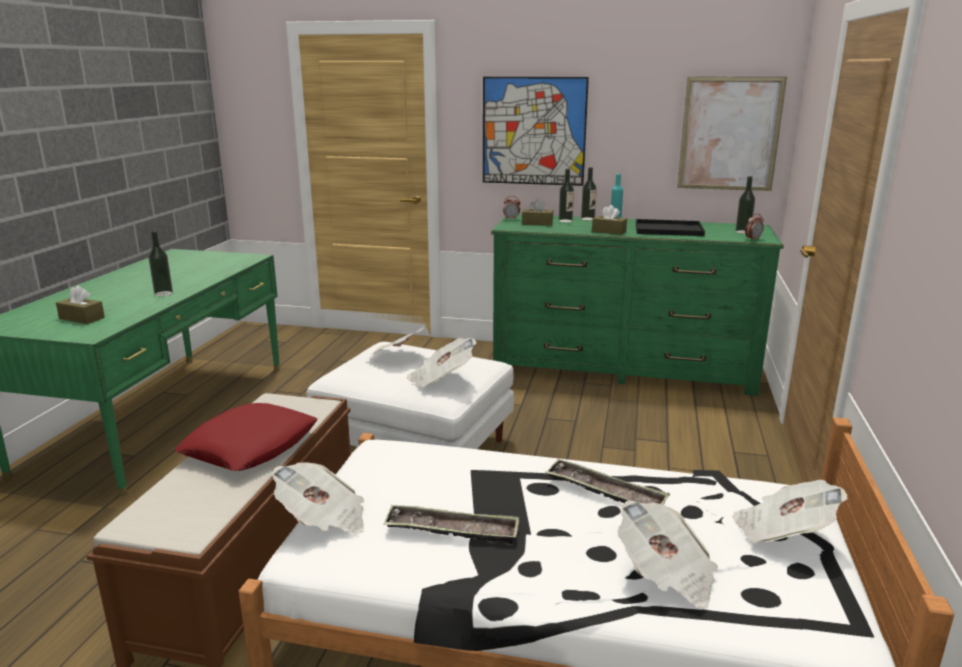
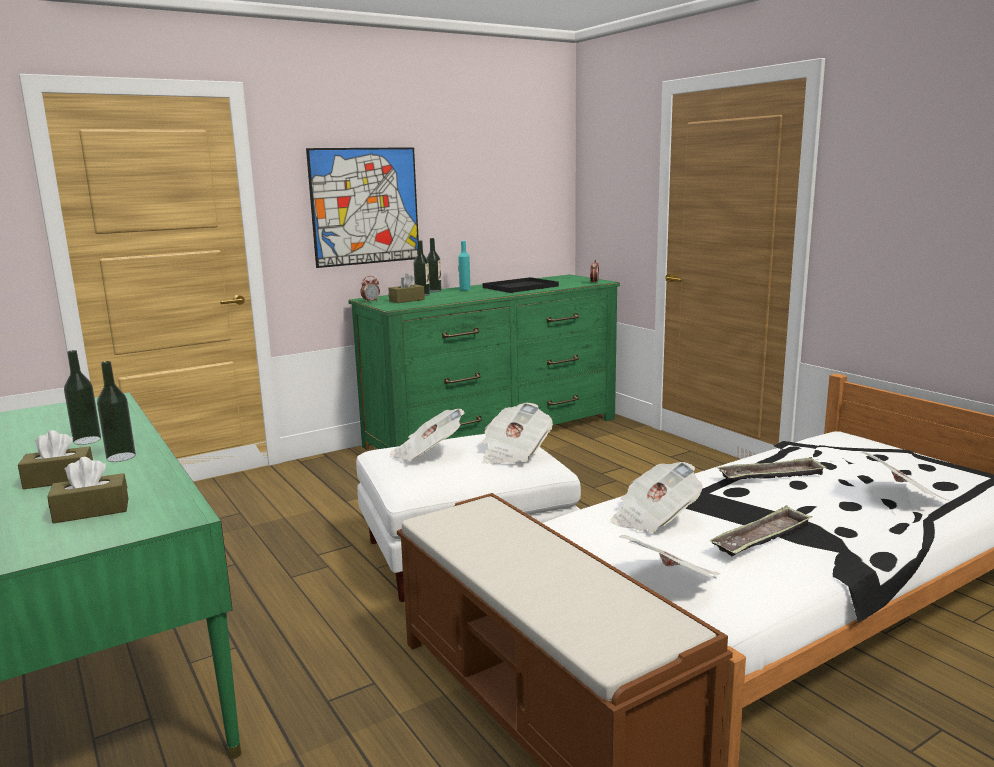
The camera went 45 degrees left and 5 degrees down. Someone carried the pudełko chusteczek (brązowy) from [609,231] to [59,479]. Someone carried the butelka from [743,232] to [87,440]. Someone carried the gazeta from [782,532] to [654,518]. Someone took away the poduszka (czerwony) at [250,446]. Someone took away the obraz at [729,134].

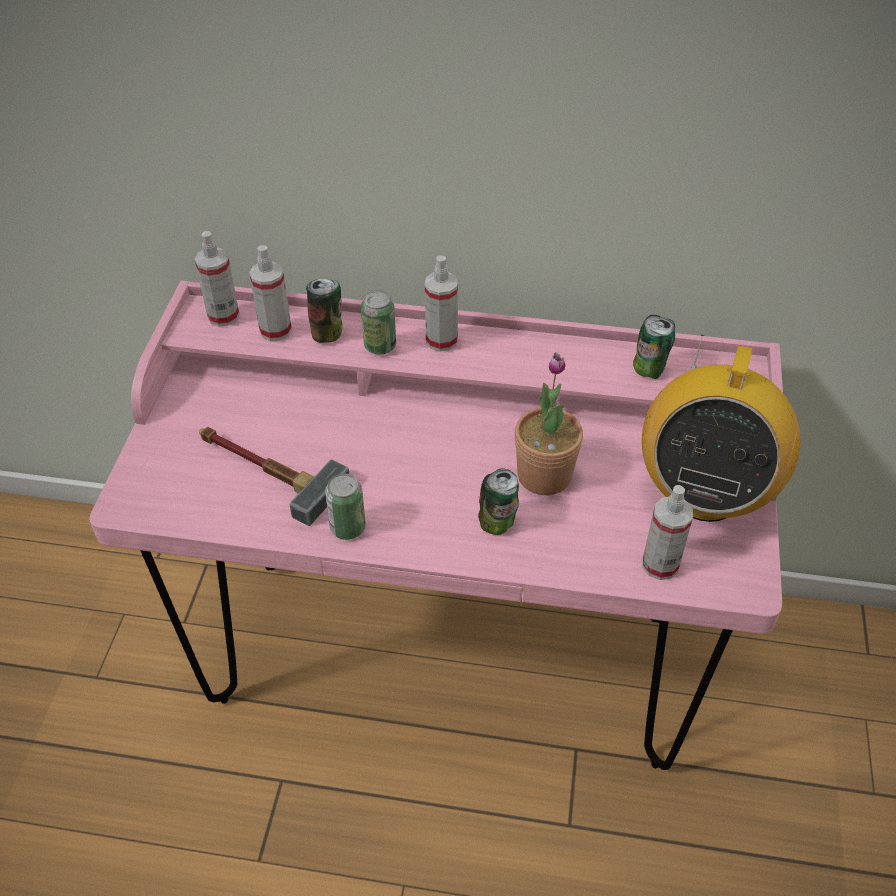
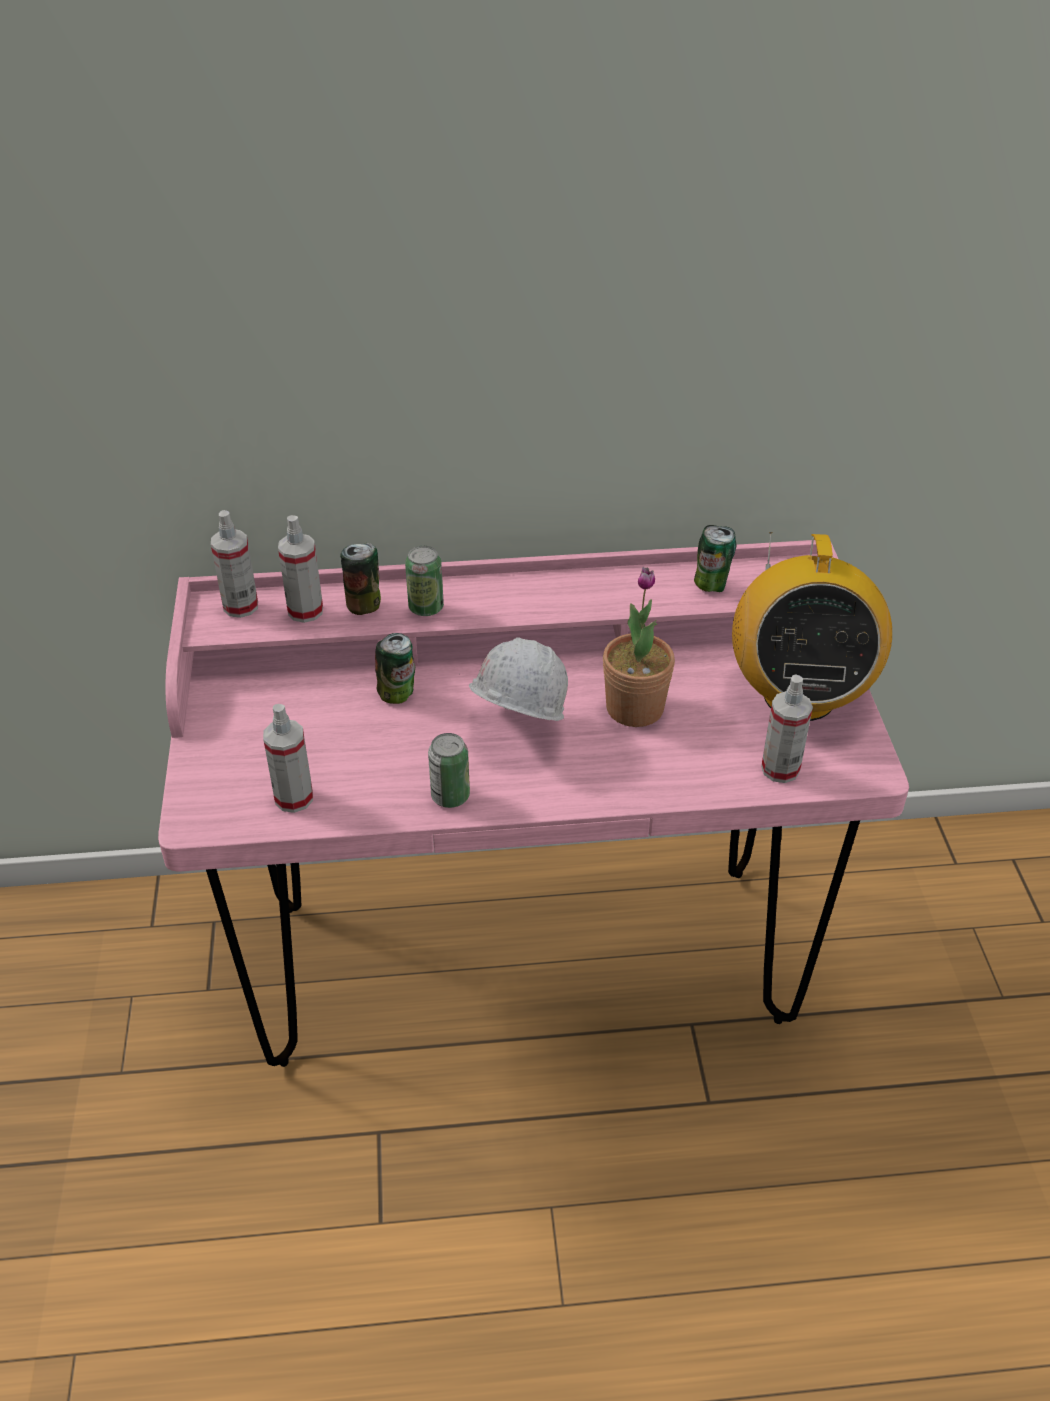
The camera went 15 degrees left and 5 degrees down. Someone carried the spryskiwacz from [441,340] to [294,798]. Someone carried the puszka from [498,524] to [398,694]. Someone put down the kask (biały) at [515,732]. Someone took away the młotek at [264,470].

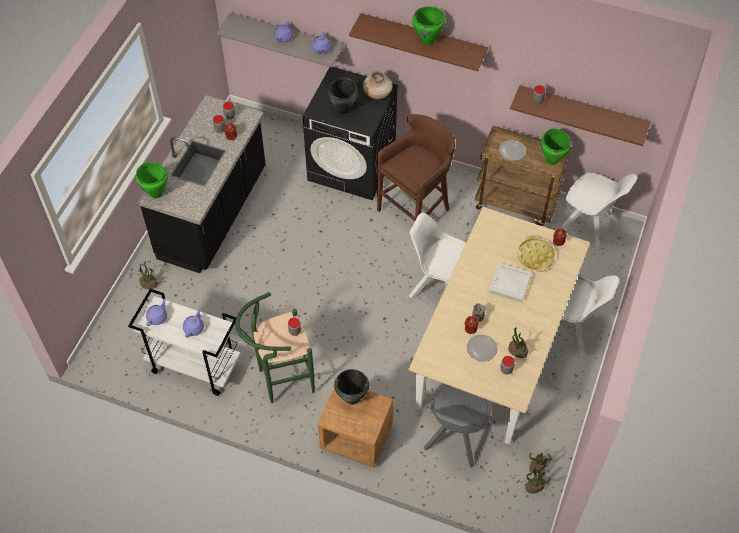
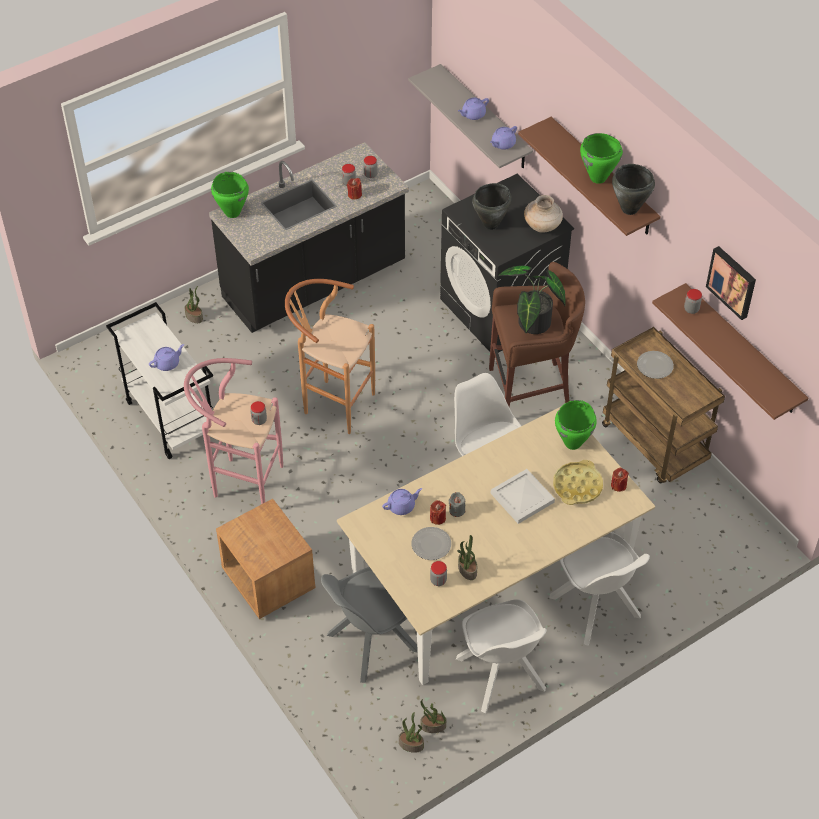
The camera went 35 degrees right and 5 degrees down. Someone repainted the stołek (zielony) at [280,381], which became the stołek (różowy) at [241,481]. Someone put down the stołek (brązowy) at [332,403]. Someone carried the imbryk (fioletowy) from [157,317] to [402,506]. Someone carried the krzesło (biały) from [588,227] to [501,676]. Someone put down the roślina doniczkowa at [531,325]. Someone carried the garnek (zielony) from [552,160] to [573,443]. Someone carried the garnek (czarny) from [352,399] to [629,209]. Someone put up the obraz at [732,281].

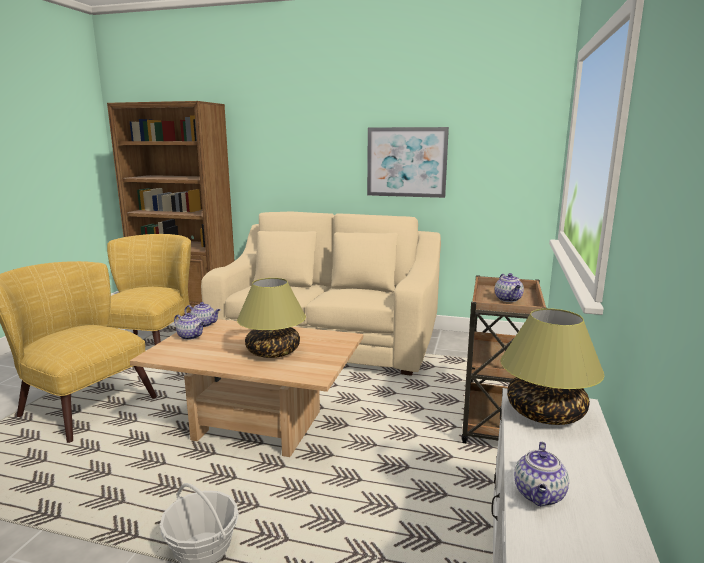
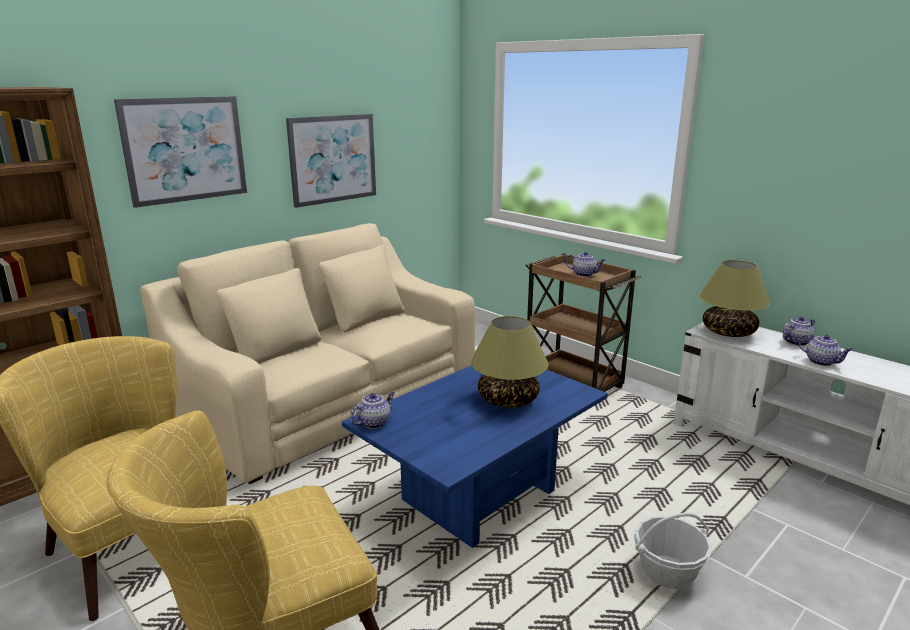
The camera went 60 degrees left and 5 degrees up. Someone put up the obraz at [185,149]. Someone repainted the ława (beżowy) at [258,426], which became the ława (niebieski) at [478,496]. Someone carried the imbryk from [191,336] to [796,342].

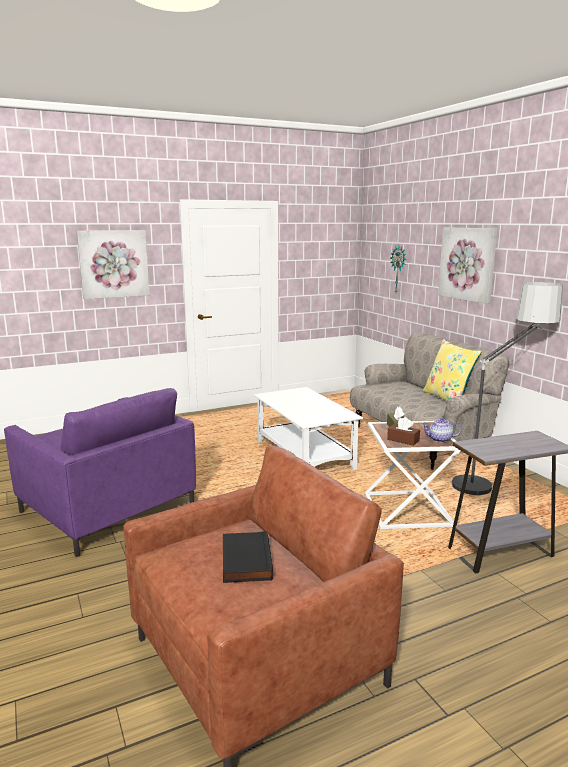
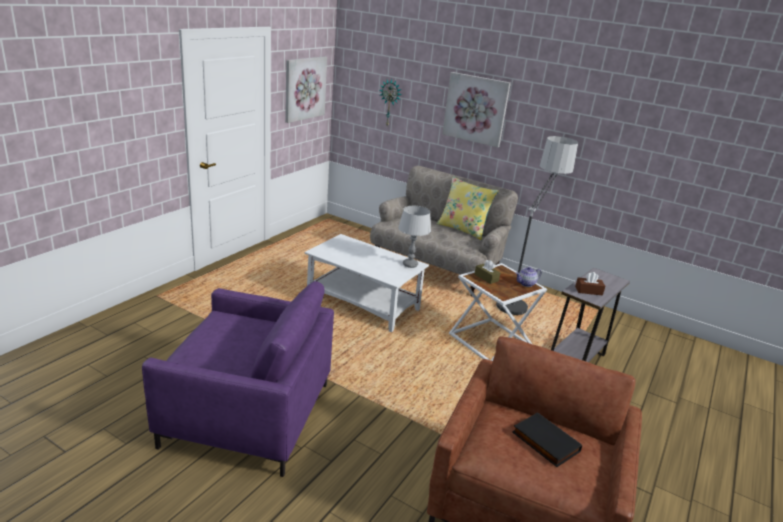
The camera went 35 degrees left and 10 degrees up. Someone carried the obraz from [114,264] to [304,88]. Someone put down the lampa stołowa (szary) at [410,264]. Someone carried the pudełko chusteczek (brązowy) from [403,440] to [588,291].

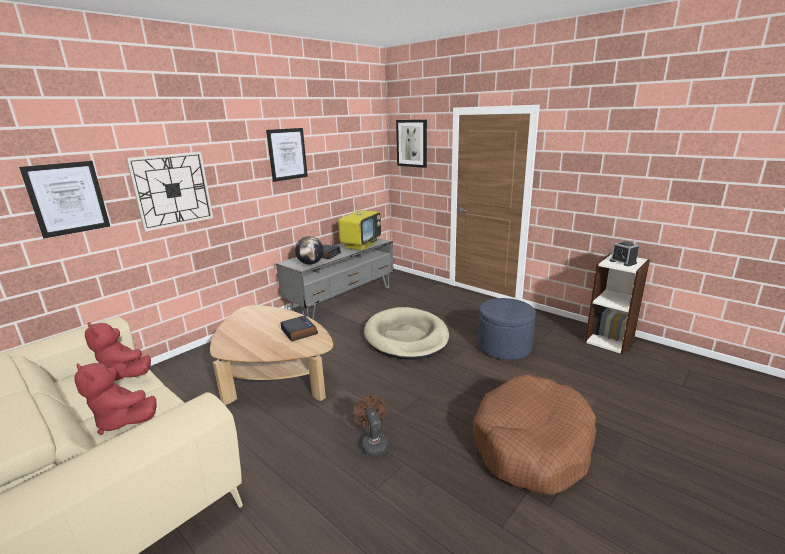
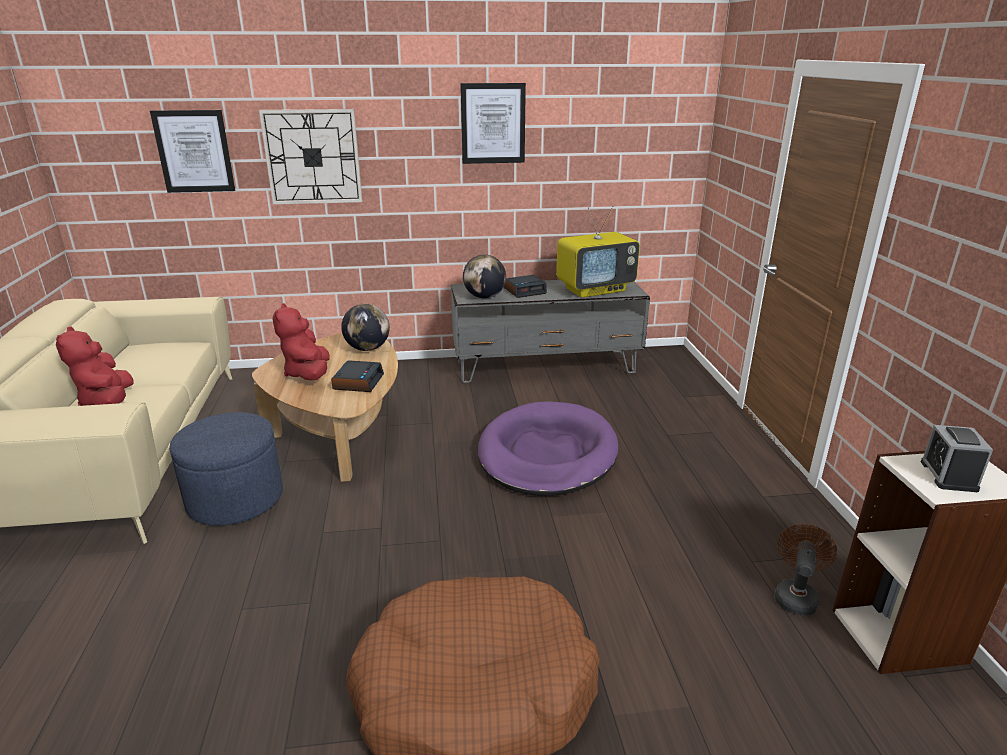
The camera went 40 degrees right and 5 degrees up. Someone carried the pufa (niebieski) from [504,347] to [235,499]. Someone carried the pluszak (czerwony) from [125,374] to [308,374]. Someone put down the globus at [367,348]. Someone repainted the legowisko (beżowy) at [406,337], which became the legowisko (fioletowy) at [547,454]. Someone carried the wentylator (brązowy) from [373,443] to [795,595]. Someone took away the obraz at [412,143].

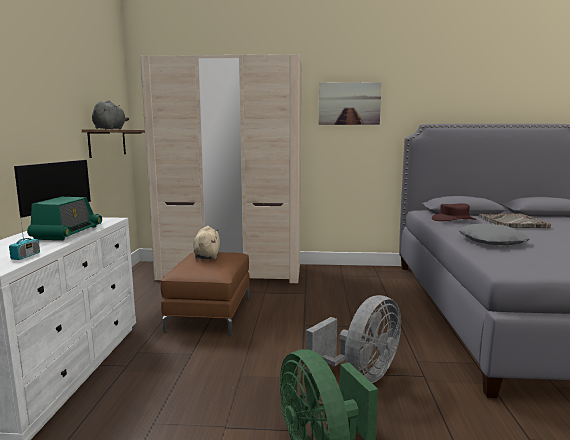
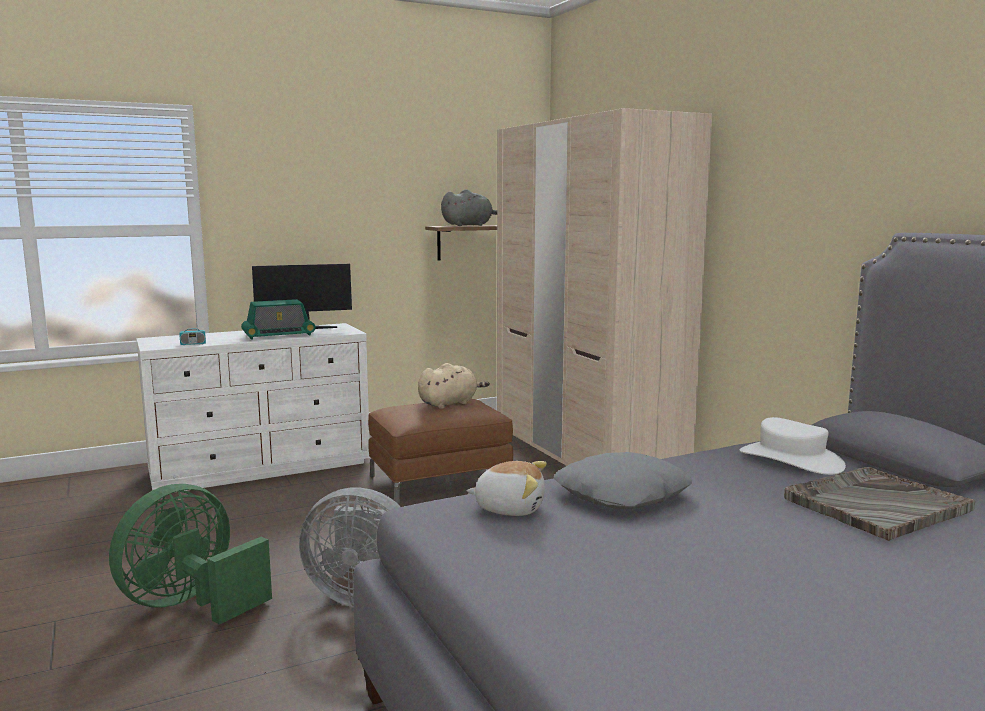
The camera went 60 degrees right and 0 degrees up. Someone put down the pluszak at [510,508]. Someone repainted the kapelusz (brązowy) at [453,219], which became the kapelusz (biały) at [791,459]. Someone took away the obraz at [349,103].

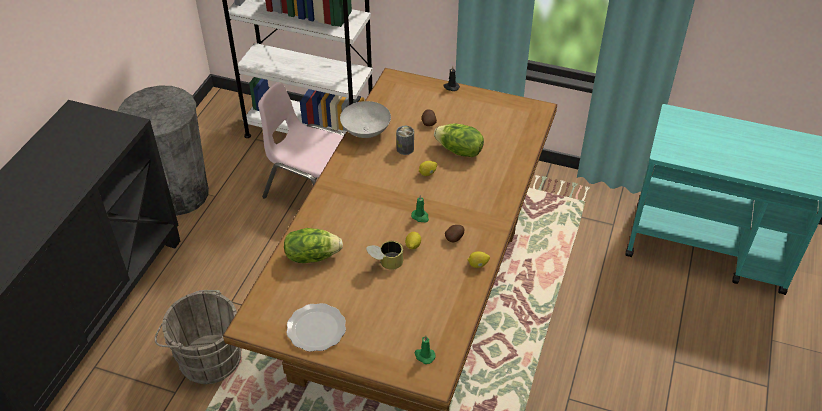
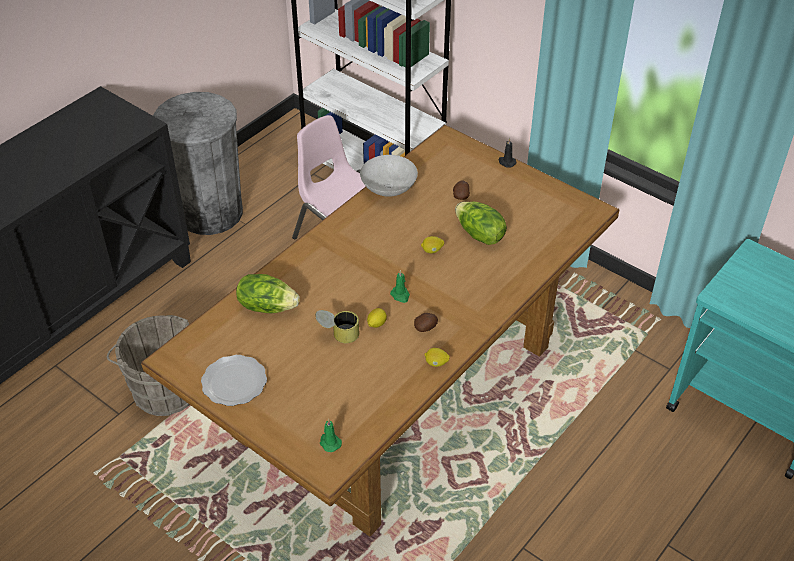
The camera went 20 degrees right and 0 degrees up. Someone took away the puszka at [405,149].

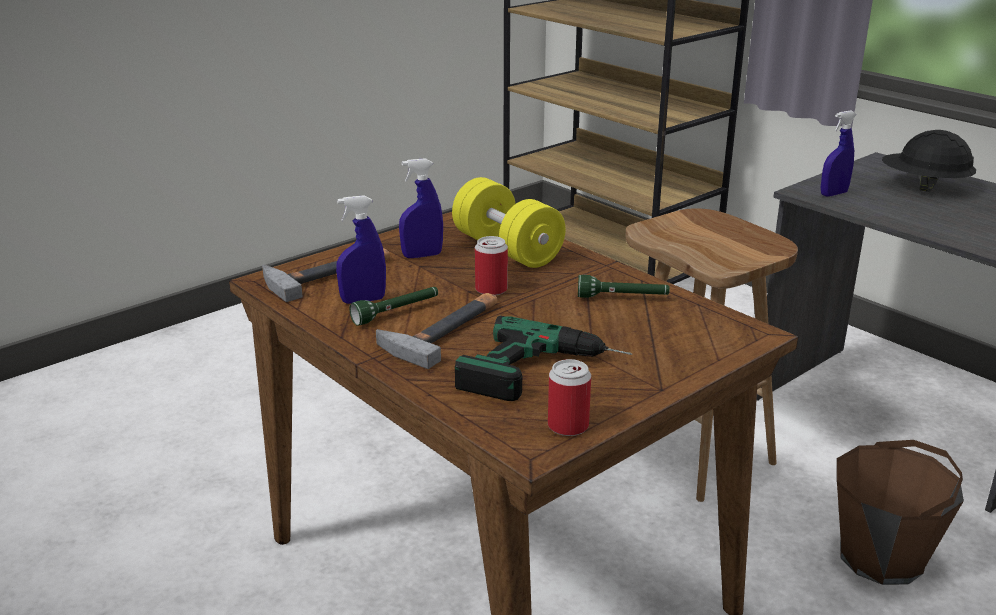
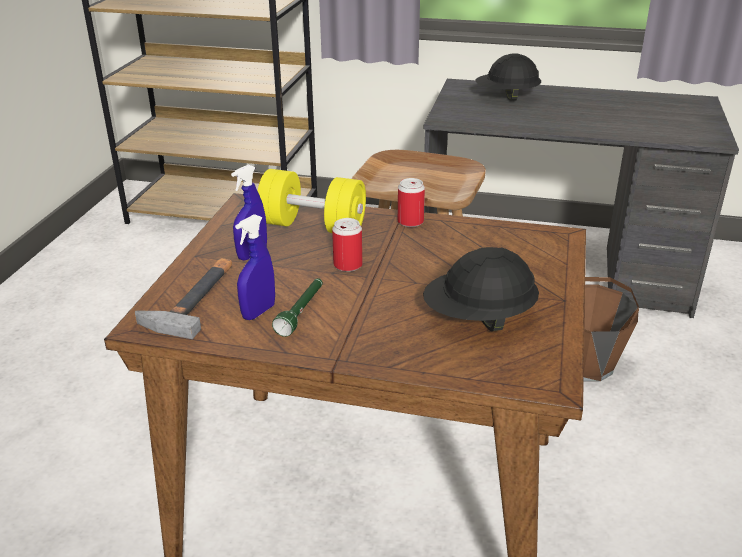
The camera went 35 degrees left and 5 degrees up. Someone carried the puszka from [568,426] to [410,222]. Someone swapped the wiertarka at [546,373] for the kask (czarny) at [479,319]. Someone took away the młotek at [445,329]. Someone took away the latarka (zielony) at [622,298]. Someone took away the spryskiwacz (niebieski) at [833,194].

